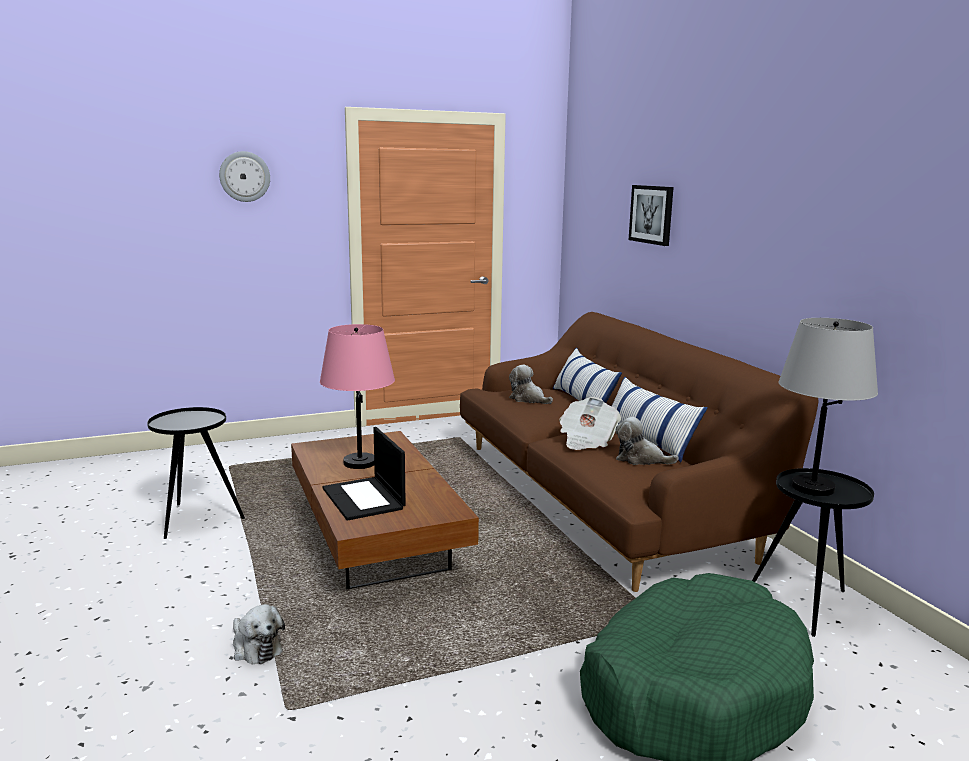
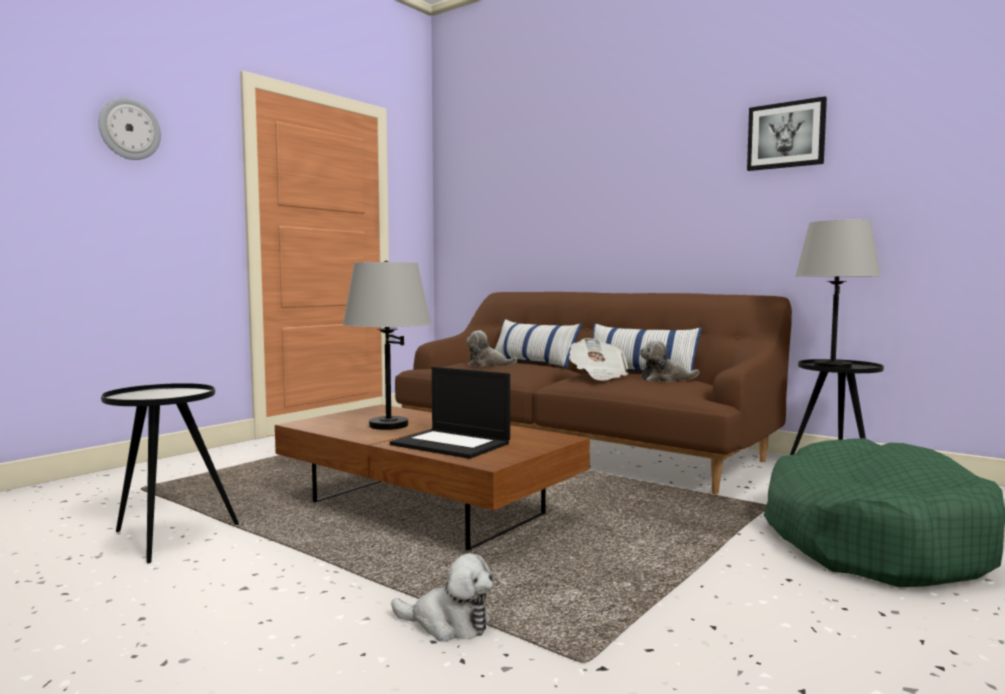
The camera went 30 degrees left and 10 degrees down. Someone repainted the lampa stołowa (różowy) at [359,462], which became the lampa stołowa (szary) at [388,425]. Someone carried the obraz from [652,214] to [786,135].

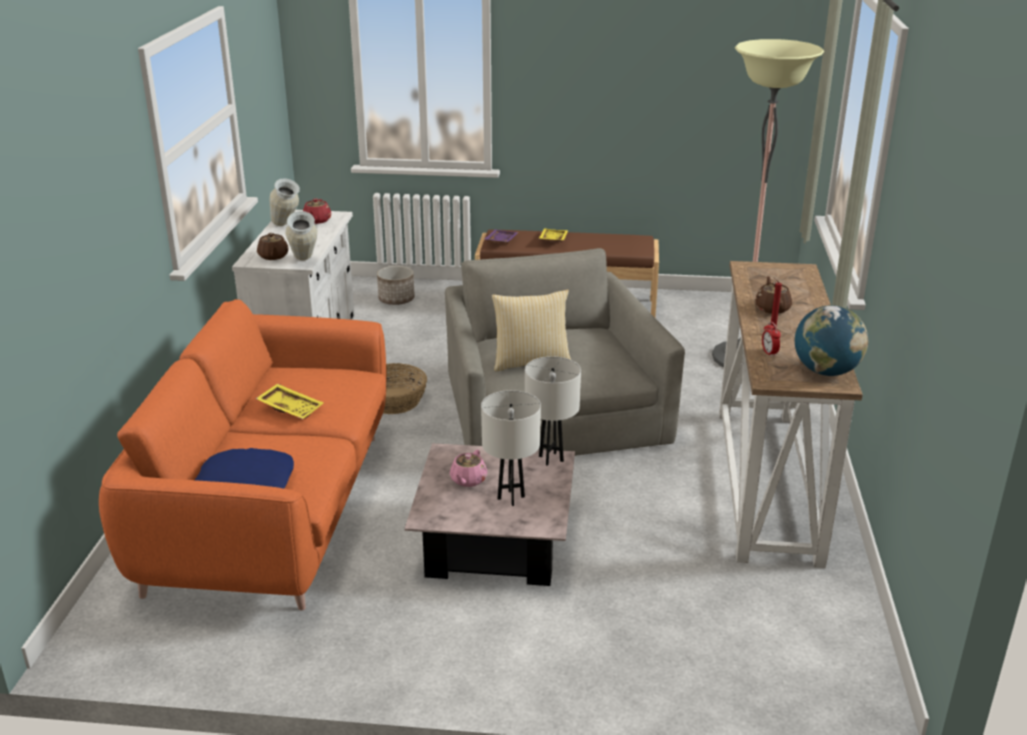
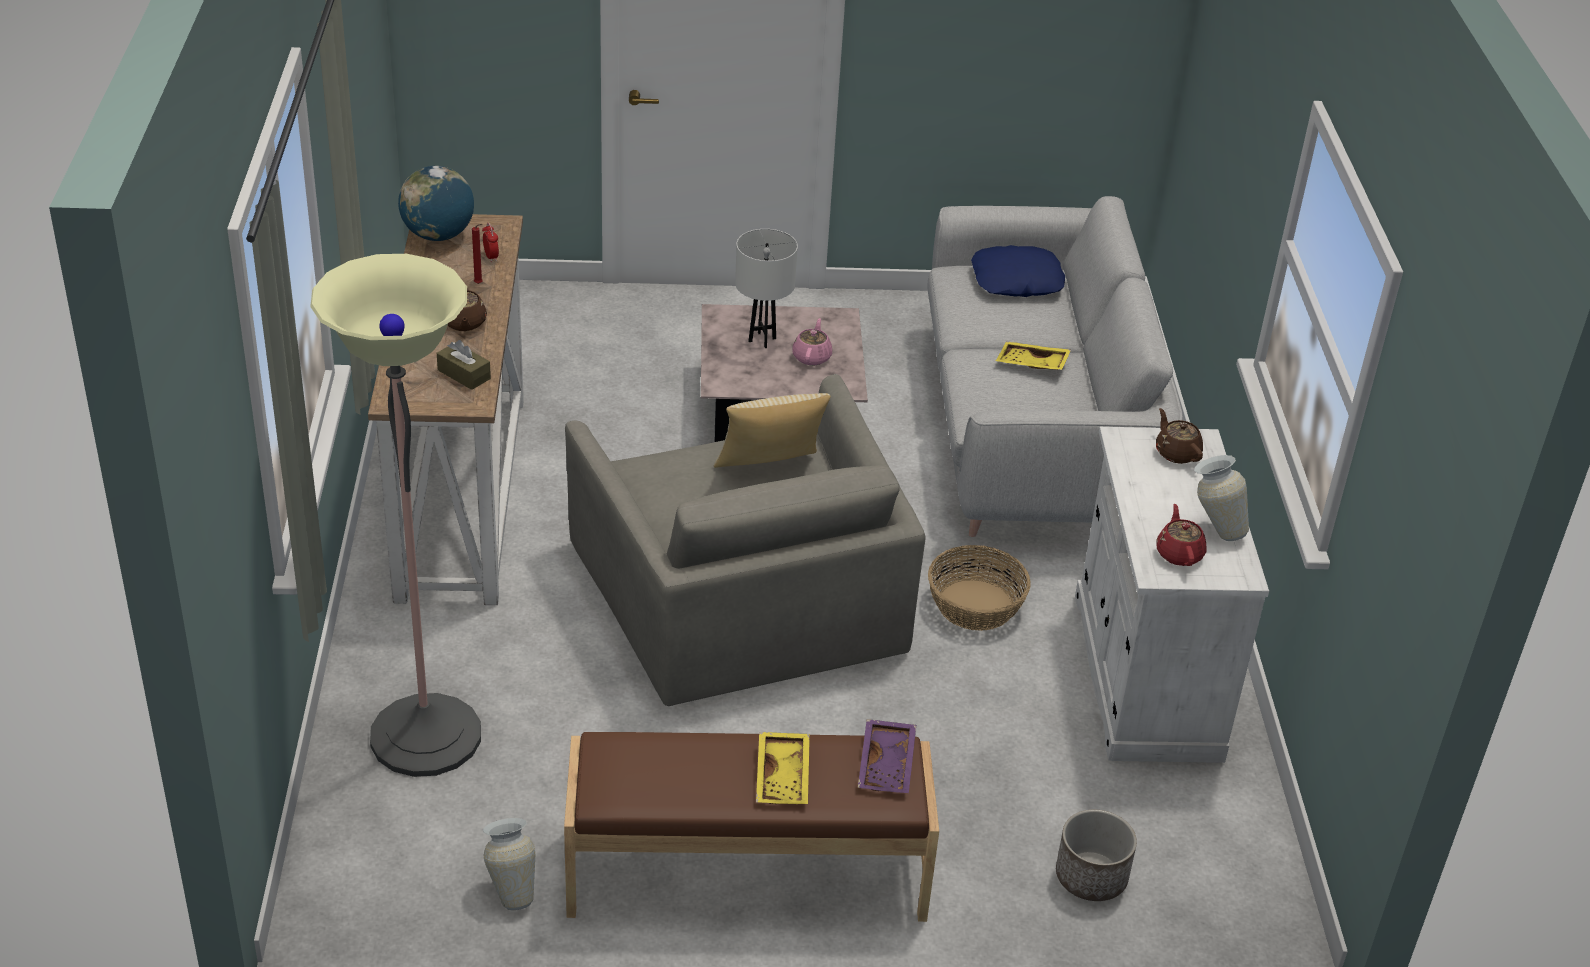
The camera went 170 degrees right and 10 degrees up. Someone put down the pudełko chusteczek (brązowy) at [464,374]. Someone carried the wazon from [304,263] to [512,890]. Someone repainted the kanapa (pomarańczowy) at [272,511], which became the kanapa (szary) at [1035,435]. Someone took away the lampa stołowa (biały) at [551,458].

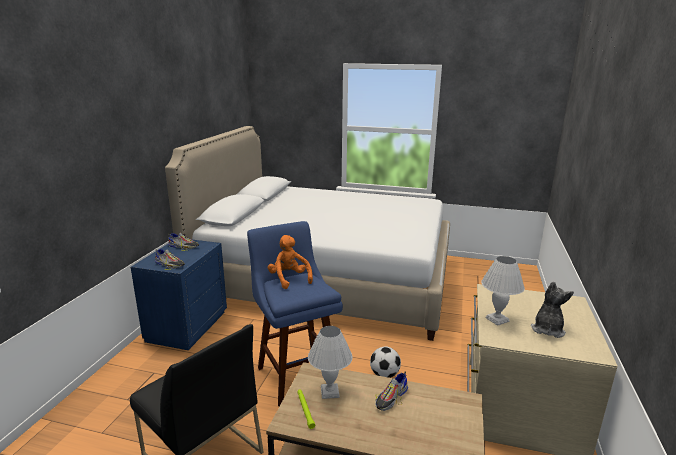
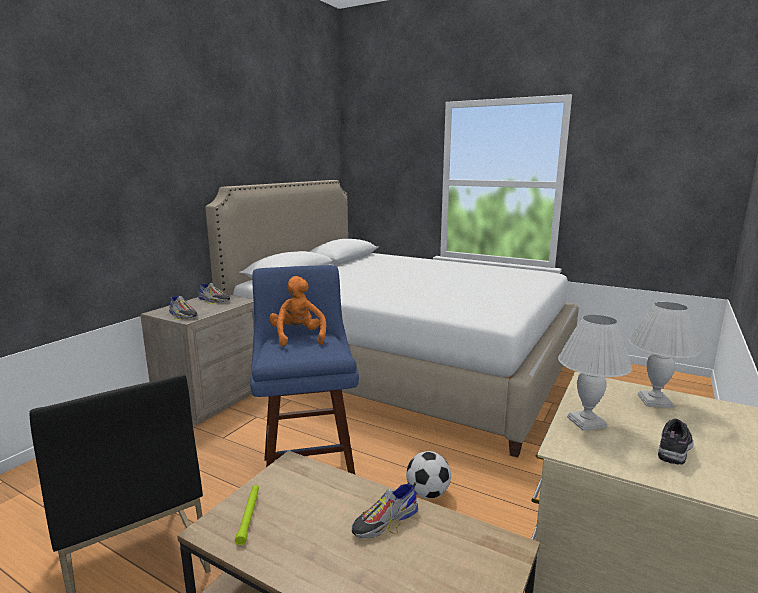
The camera went 15 degrees right and 5 degrees down. Someone repainted the szafka nocna (niebieski) at [186,326], which became the szafka nocna (beżowy) at [210,398]. Someone carried the lampa stołowa (biały) from [329,392] to [654,401]. Someone swapped the pluszak at [547,329] for the but at [674,447].

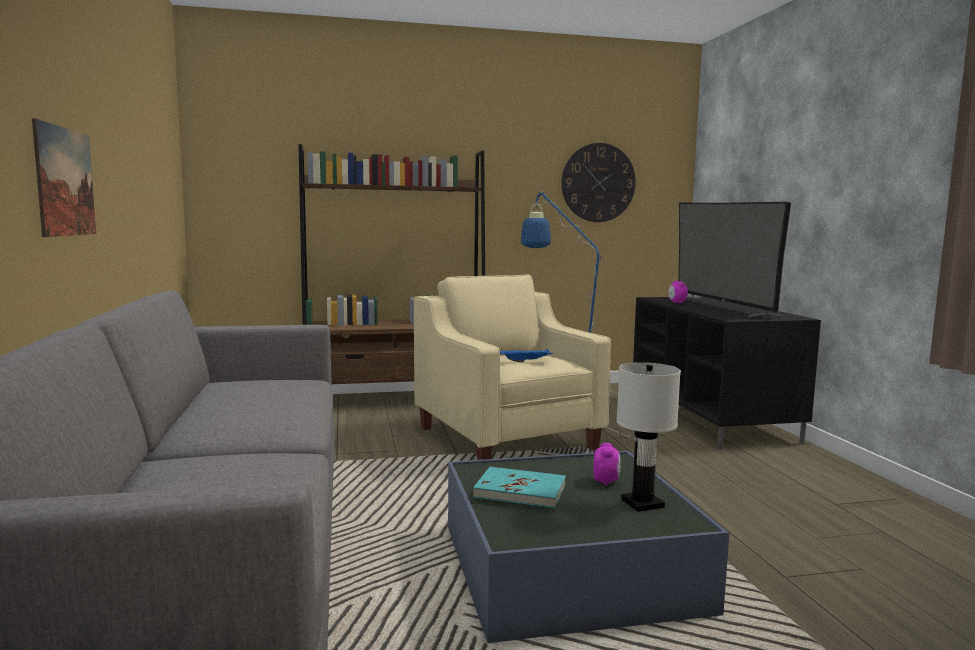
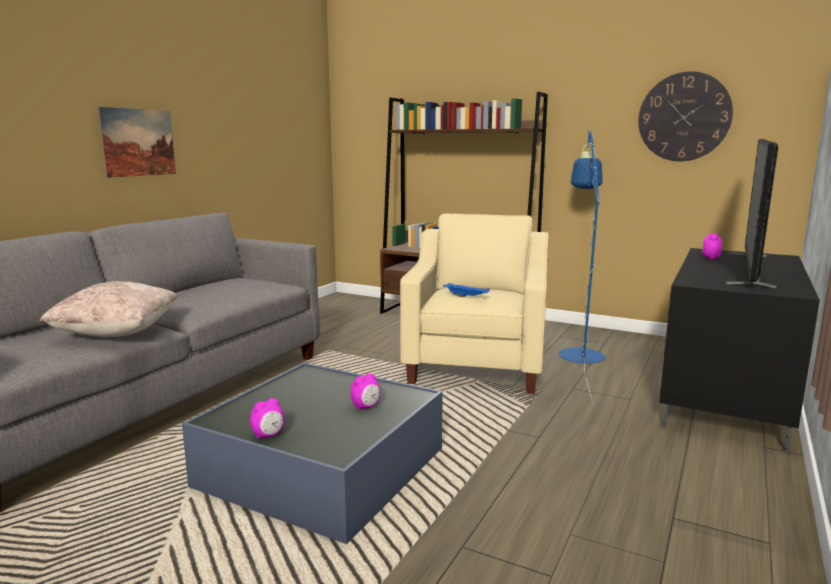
The camera went 40 degrees right and 5 degrees up. Someone put down the poduszka (beżowy) at [117,333]. Someone put down the budzik at [268,435]. Someone took away the książka (turkusowy) at [520,491]. Someone took away the lampa stołowa (biały) at [641,503].

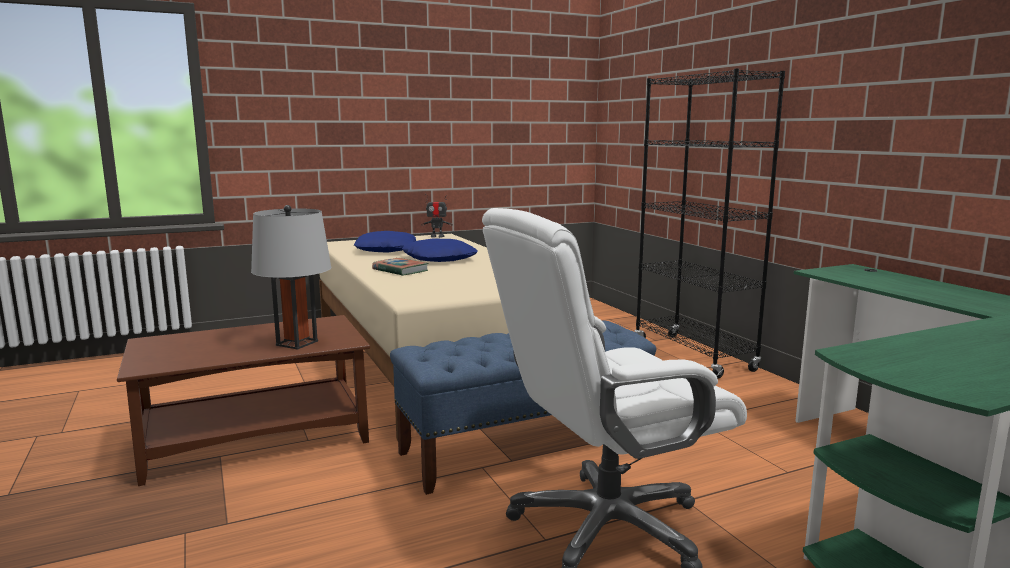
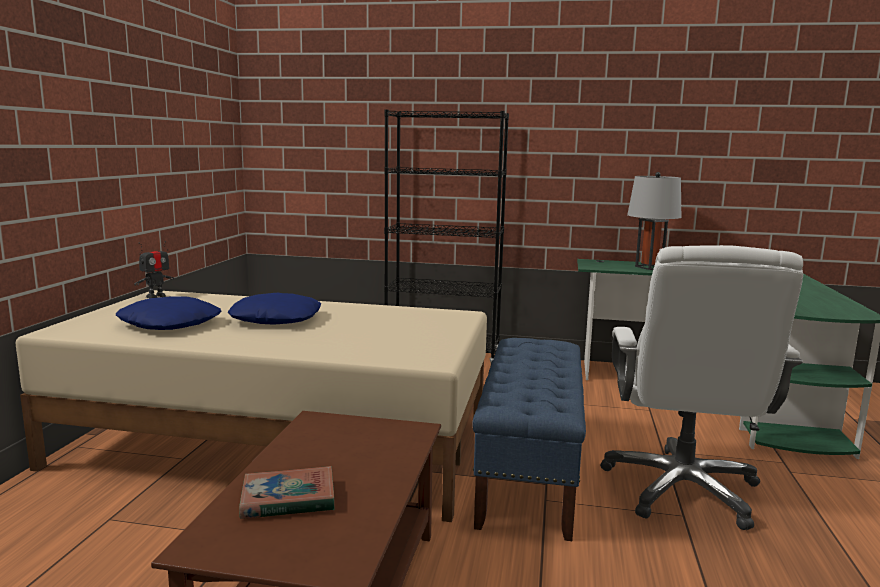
The camera went 55 degrees left and 0 degrees up. Someone carried the książka from [400,270] to [288,499]. Someone carried the lampa stołowa (szary) from [297,343] to [649,267].

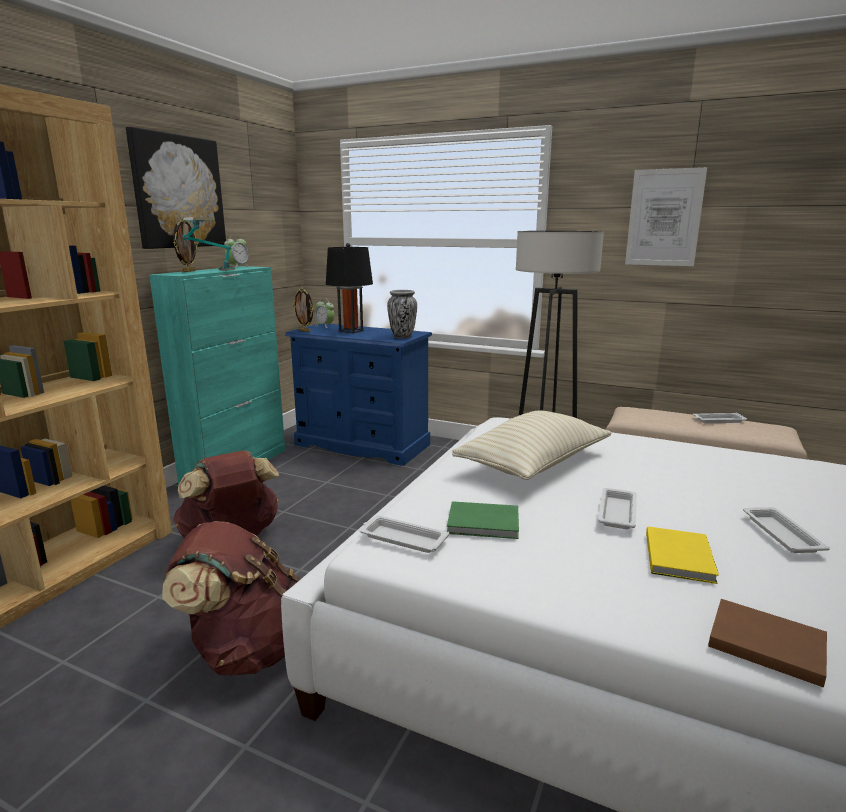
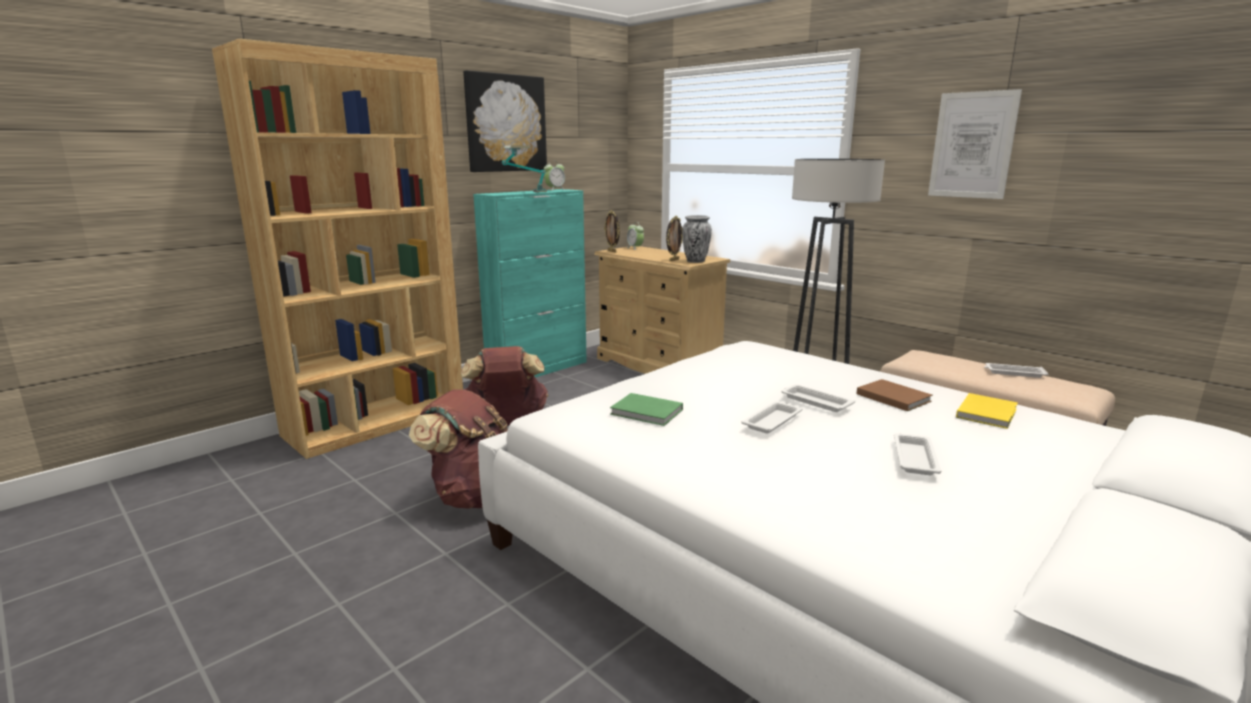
The camera went 20 degrees right and 0 degrees up. Someone repainted the komoda (niebieski) at [362,445], which became the komoda (beżowy) at [658,365]. Someone carried the ramka na zdjęcie from [188,271] to [673,260]. Someone carried the taca (biały) from [402,539] to [815,402]. Someone carried the książka (brązowy) from [763,642] to [892,397]. Someone carried the książka (żółty) from [680,556] to [988,413]. Someone took away the lampa stołowa (czarny) at [351,331]. Someone took away the poduszka (beżowy) at [533,464].

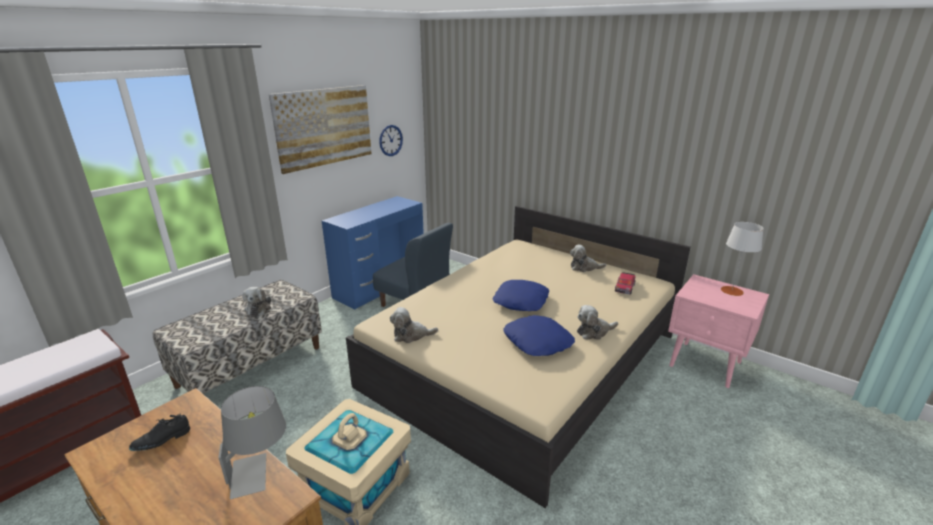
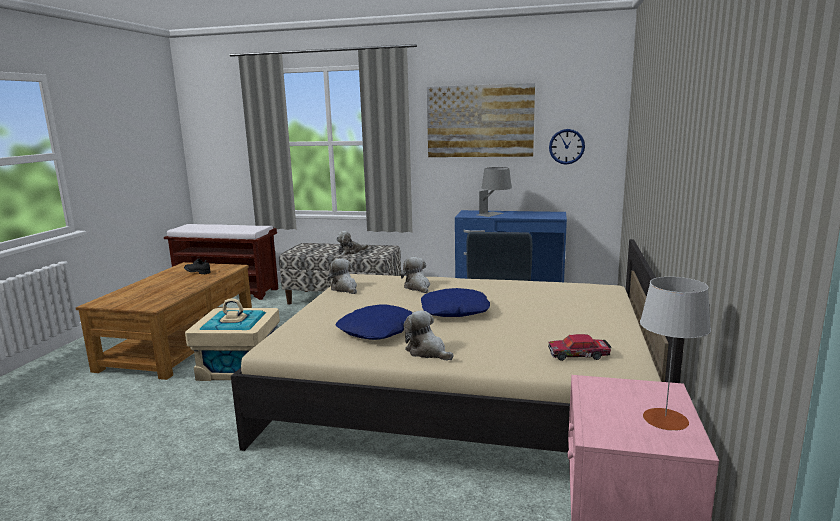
The camera went 65 degrees right and 10 degrees down. Someone carried the pluszak from [584,267] to [417,287]. Someone carried the lampa stołowa (szary) from [260,471] to [494,214].

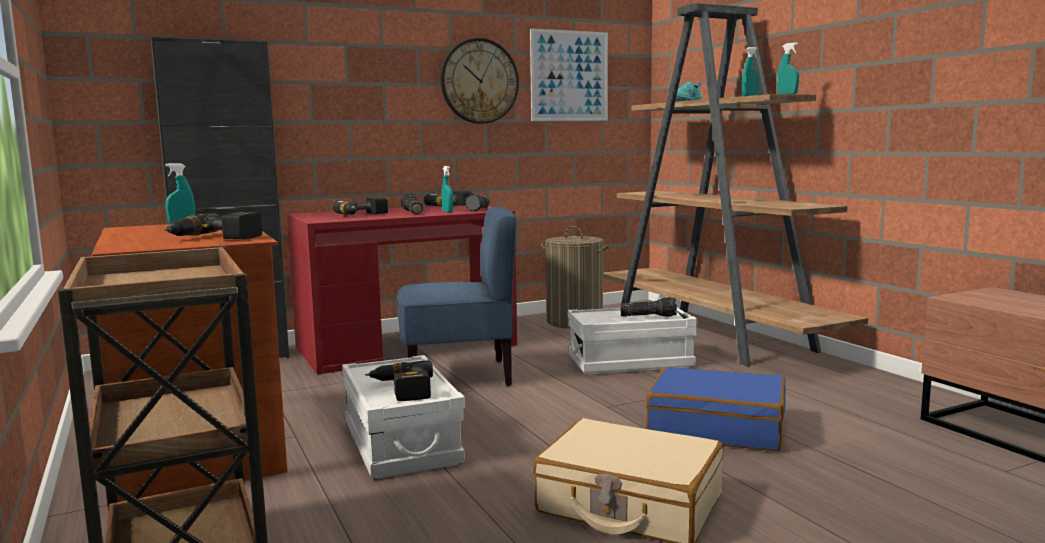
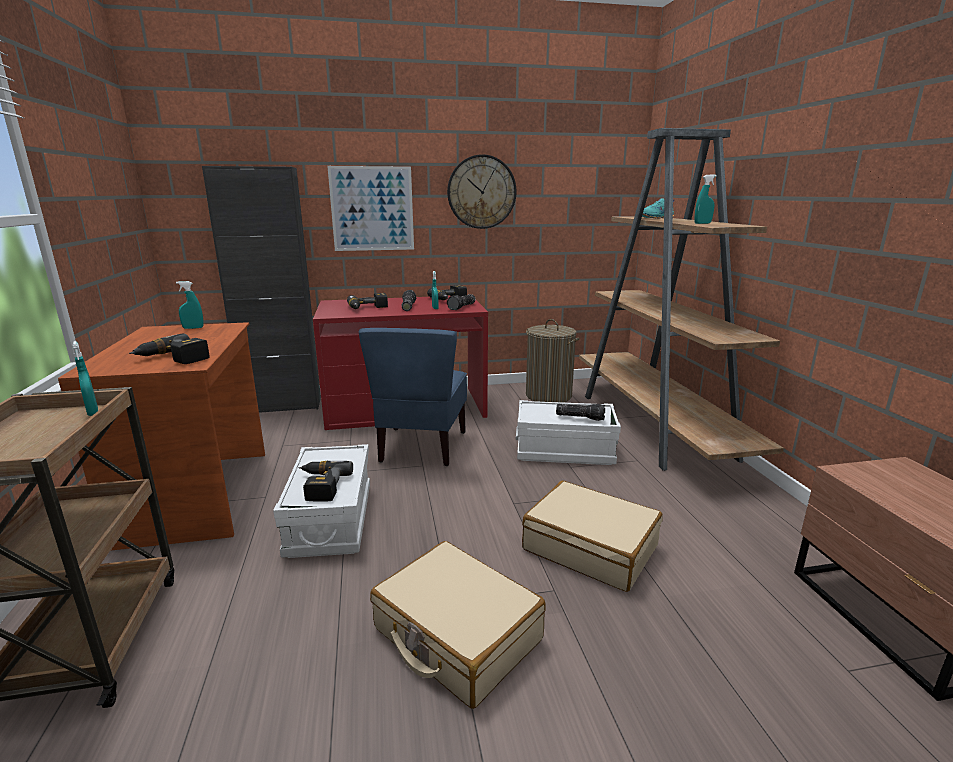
The camera went 15 degrees right and 10 degrees up. Someone carried the spryskiwacz (turkusowy) from [787,94] to [93,412]. Someone carried the obraz from [569,76] to [372,209]. Someone rotated the krzesło (niebieski) at [459,375] by 90 degrees clockwise. Someone repainted the walizka (niebieski) at [716,427], which became the walizka (beżowy) at [590,547].

